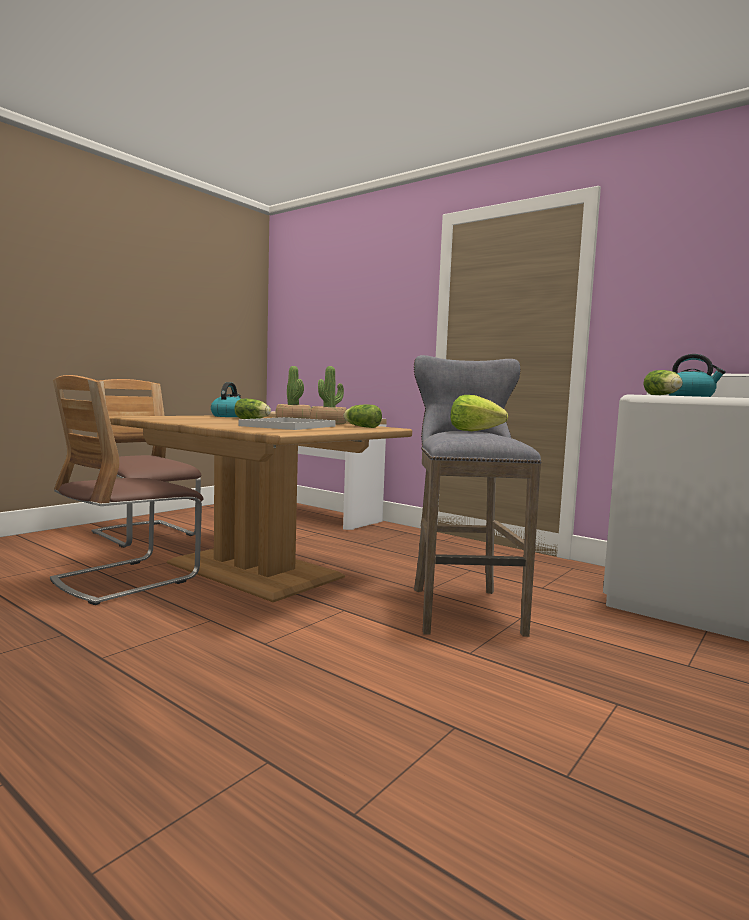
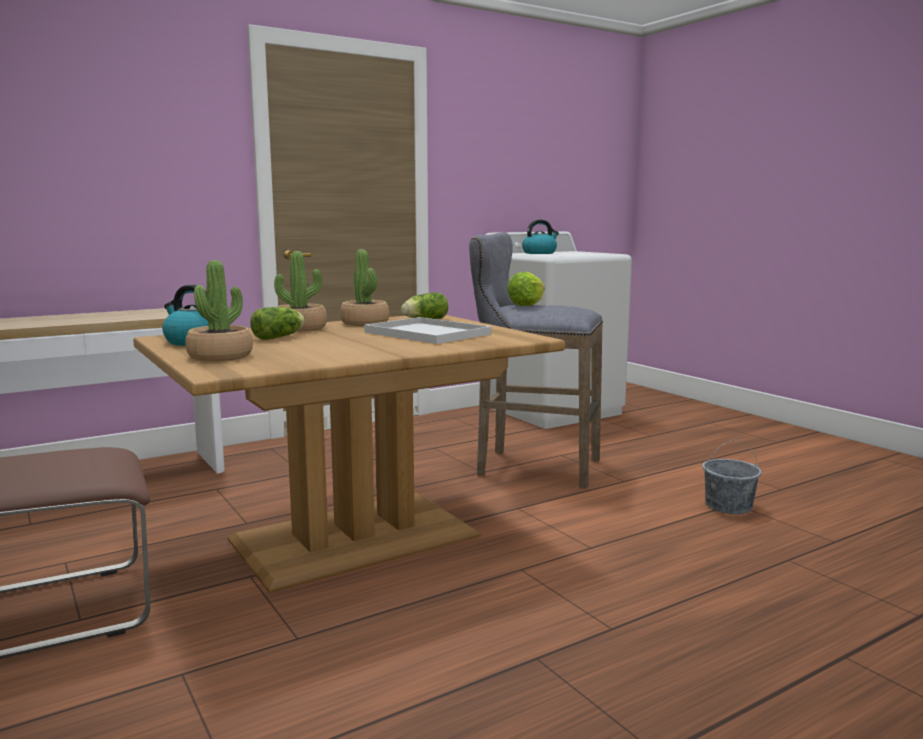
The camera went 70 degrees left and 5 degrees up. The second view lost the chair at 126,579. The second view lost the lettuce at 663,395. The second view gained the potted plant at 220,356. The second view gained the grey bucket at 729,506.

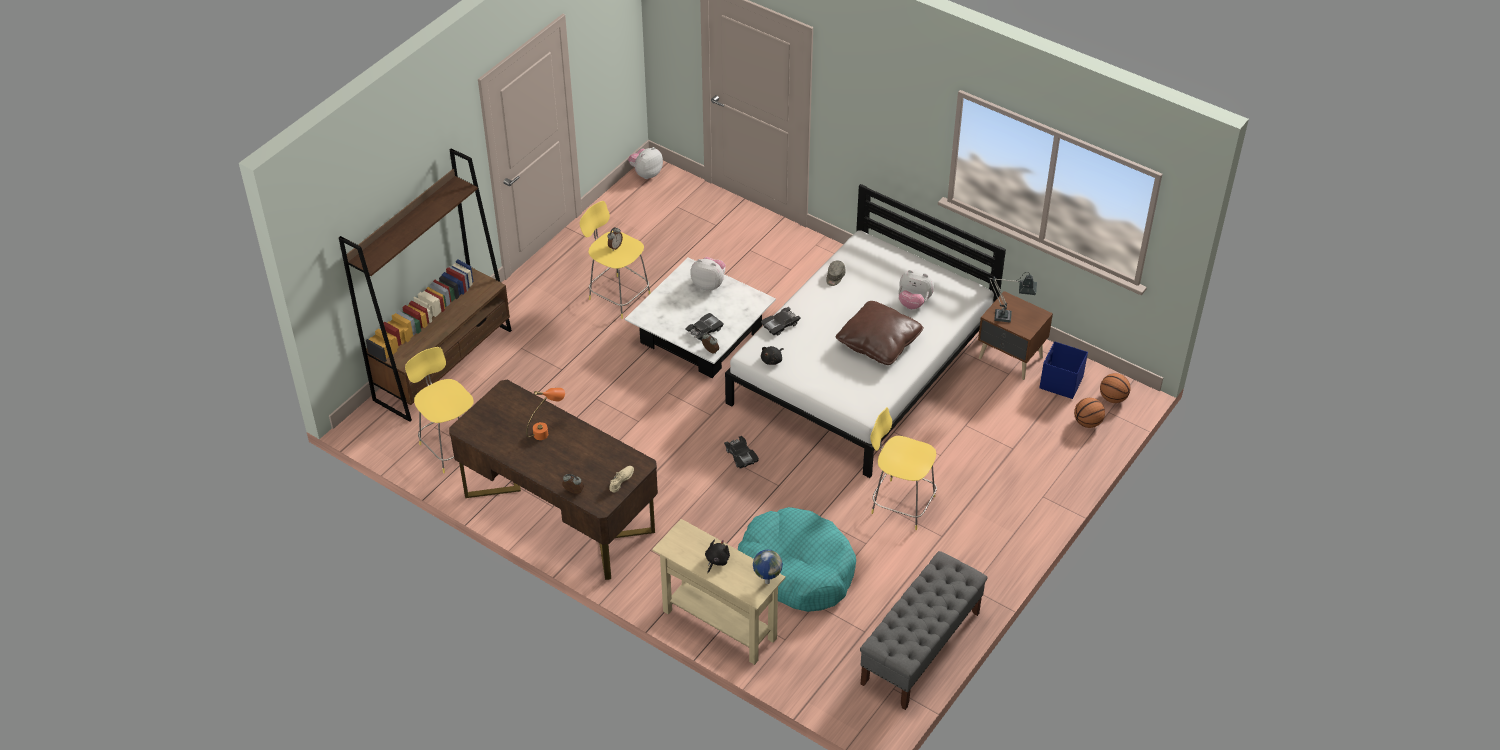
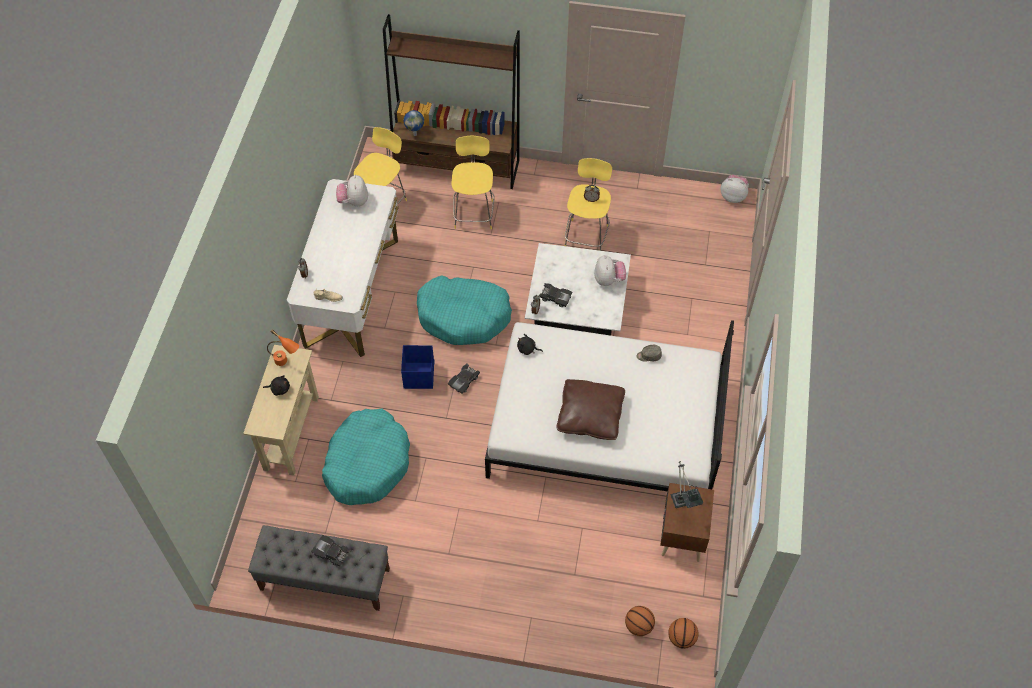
The camera went 65 degrees right and 10 degrees up. The second view gained the turquoise dog bed at 464,316. The orange table lamp ended up elsewhere, having gone from 547,431 to 286,362. The globe ended up elsewhere, having gone from 767,581 to 415,134. The black toy car ended up elsewhere, having gone from 780,325 to 331,553. The yellow stool ended up elsewhere, having gone from 900,503 to 474,213. The plush toy ended up elsewhere, having gone from 914,302 to 354,201. The blue storage box ended up elsewhere, having gone from 1060,382 to 419,375. What was the brown desk at 559,512 turned into the white desk at 352,292.

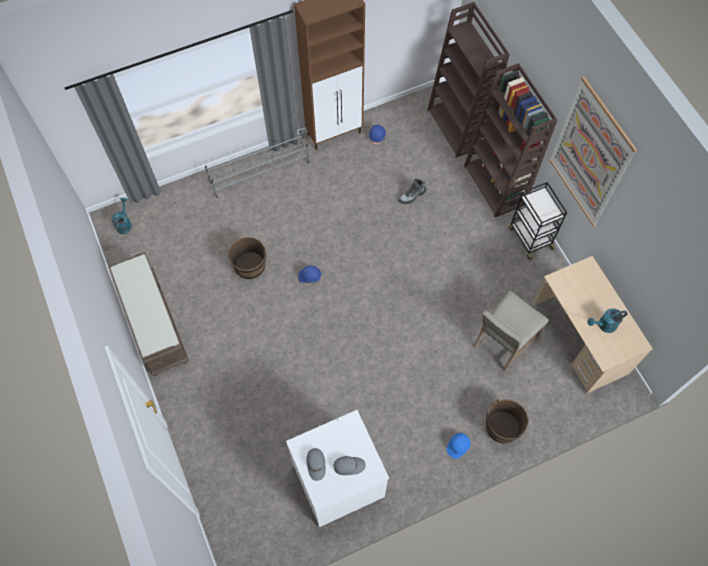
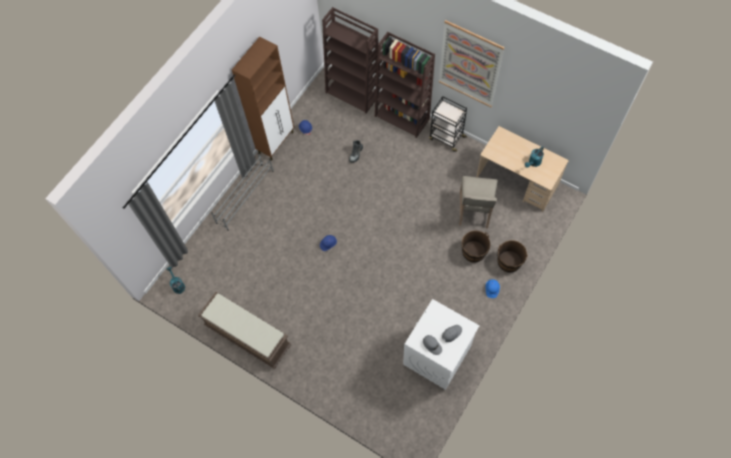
The camera went 30 degrees left and 0 degrees up. The brown bucket ended up elsewhere, having gone from 250,266 to 474,252.

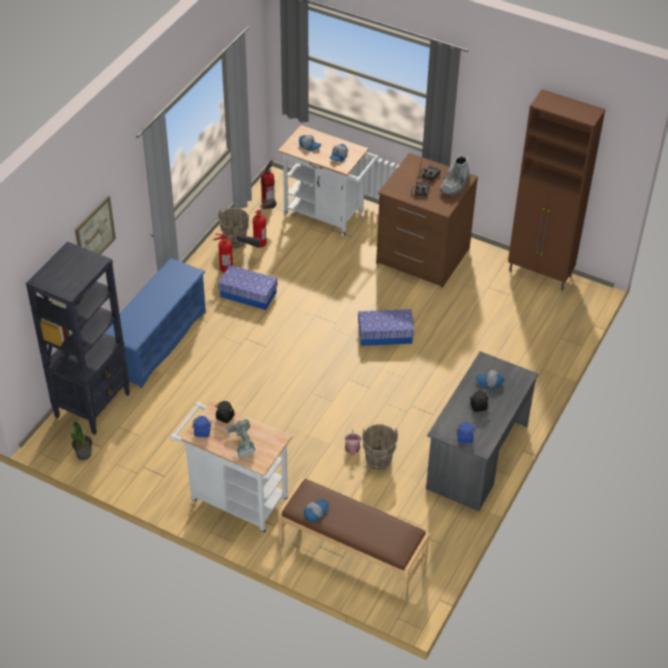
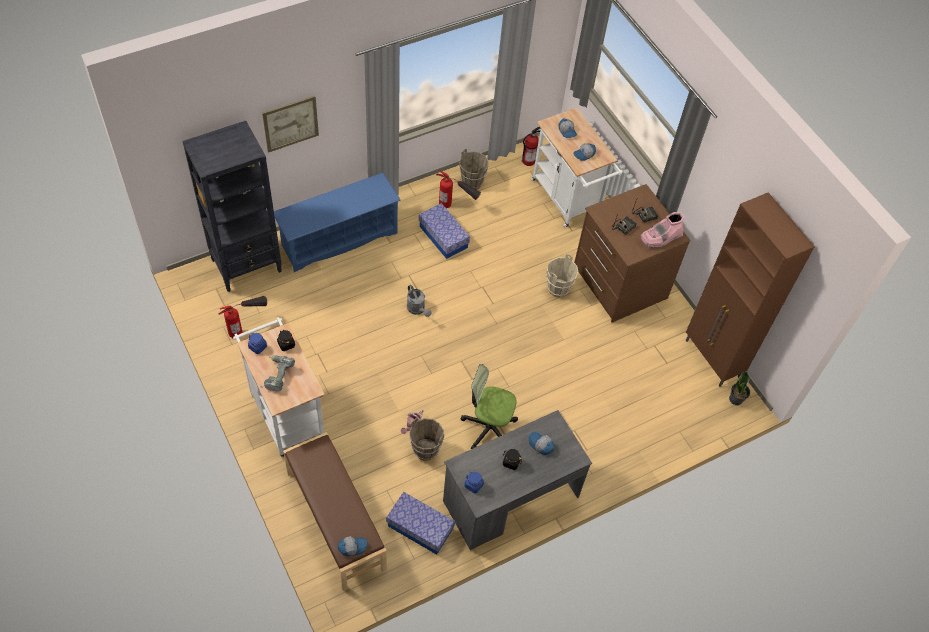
The camera went 30 degrees right and 10 degrees up. The second view gained the grey watering can at 417,309. The second view gained the office chair at 488,427. The second view gained the beige bucket at 558,288. The potted plant ended up elsewhere, having gone from 84,454 to 736,399. The fire extinguisher ended up elsewhere, having gone from 264,235 to 247,327. The cap ended up elsewhere, having gone from 315,512 to 352,547. The storage box ended up elsewhere, having gone from 385,334 to 420,527. What was the grey boot at 454,185 turned into the pink boot at 661,237.

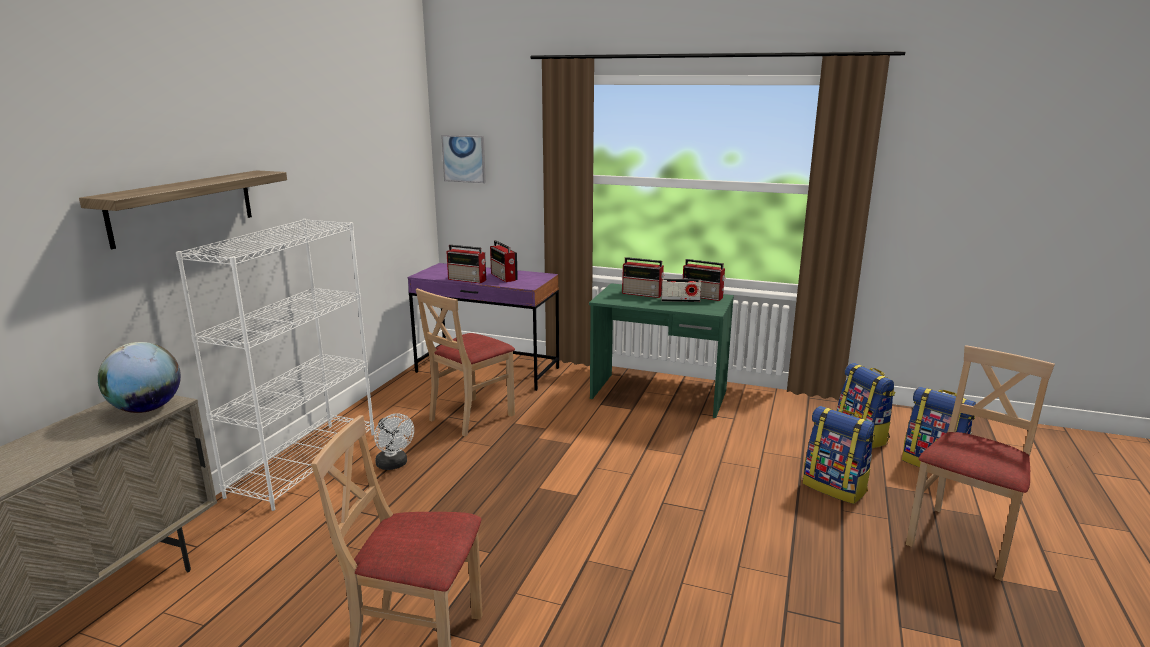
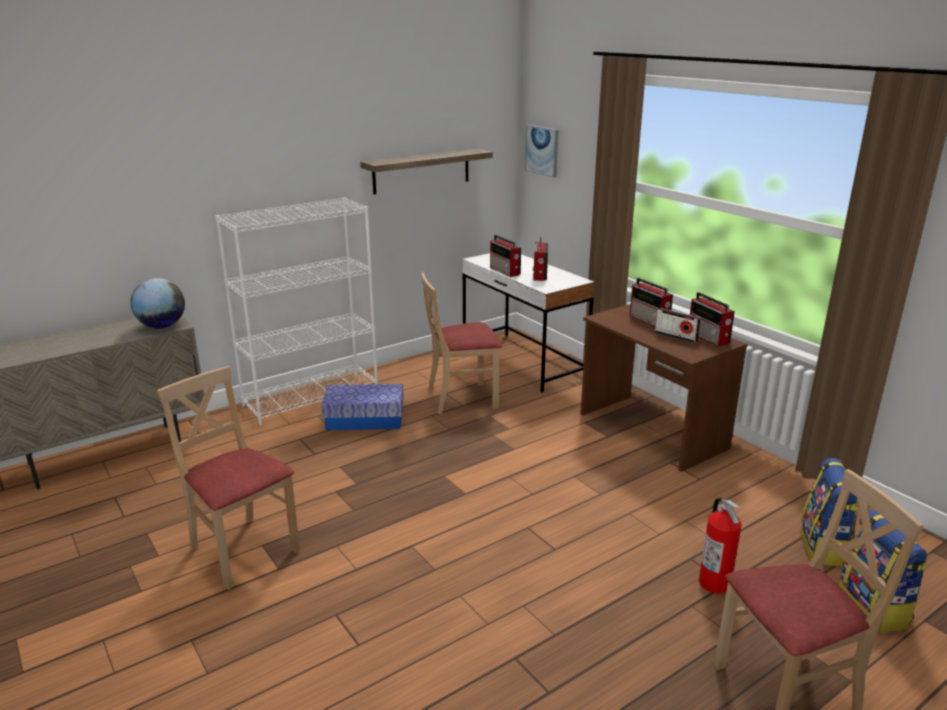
The camera went 35 degrees right and 5 degrees up. The shelf ended up elsewhere, having gone from 183,207 to 421,171. Where the white fan stood at 394,465, the storage box came to stand at 365,419. Where the backpack stood at 835,488, the fire extinguisher came to stand at 714,583. What was the purple desk at 487,370 turned into the white desk at 522,361. What was the green desk at 659,395 turned into the brown desk at 651,431.

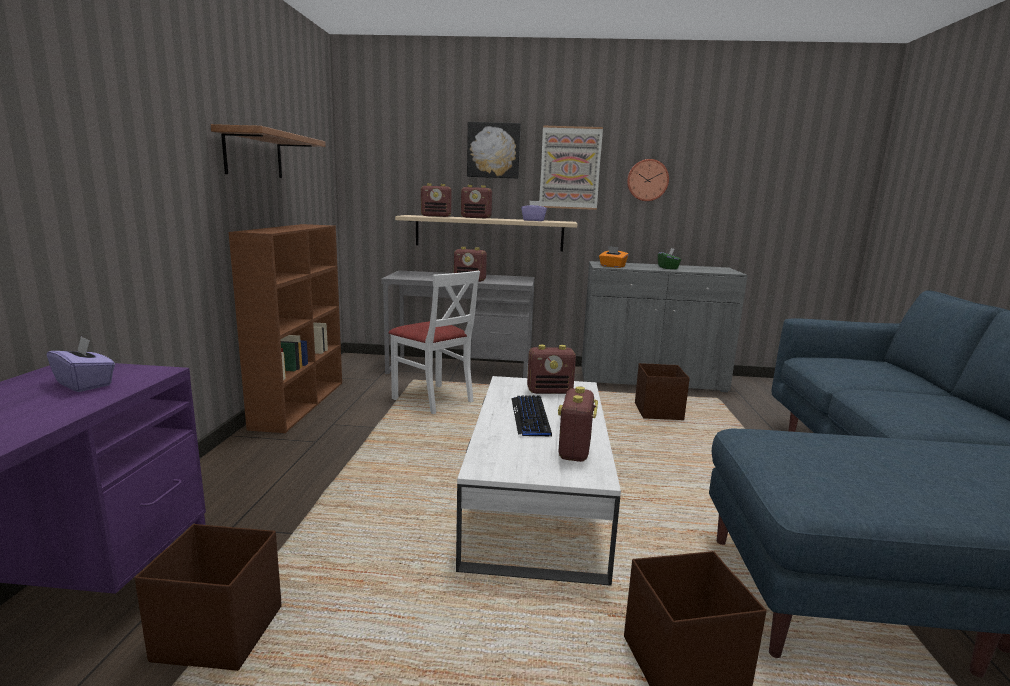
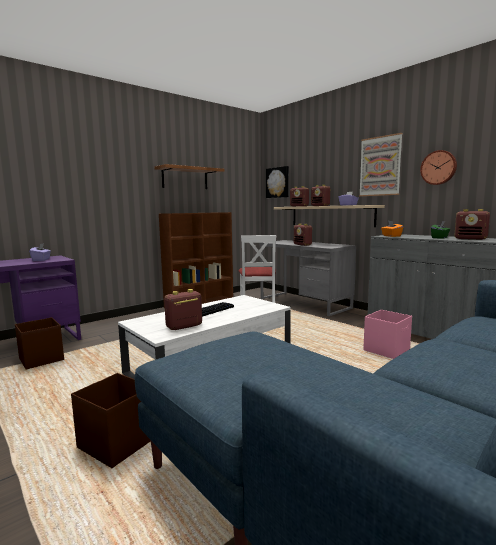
The camera went 45 degrees right and 5 degrees down. The picture ended up elsewhere, having gone from 493,150 to 278,182. The radio ended up elsewhere, having gone from 550,391 to 471,239. What was the brown storage box at 658,412 turned into the pink storage box at 387,350.

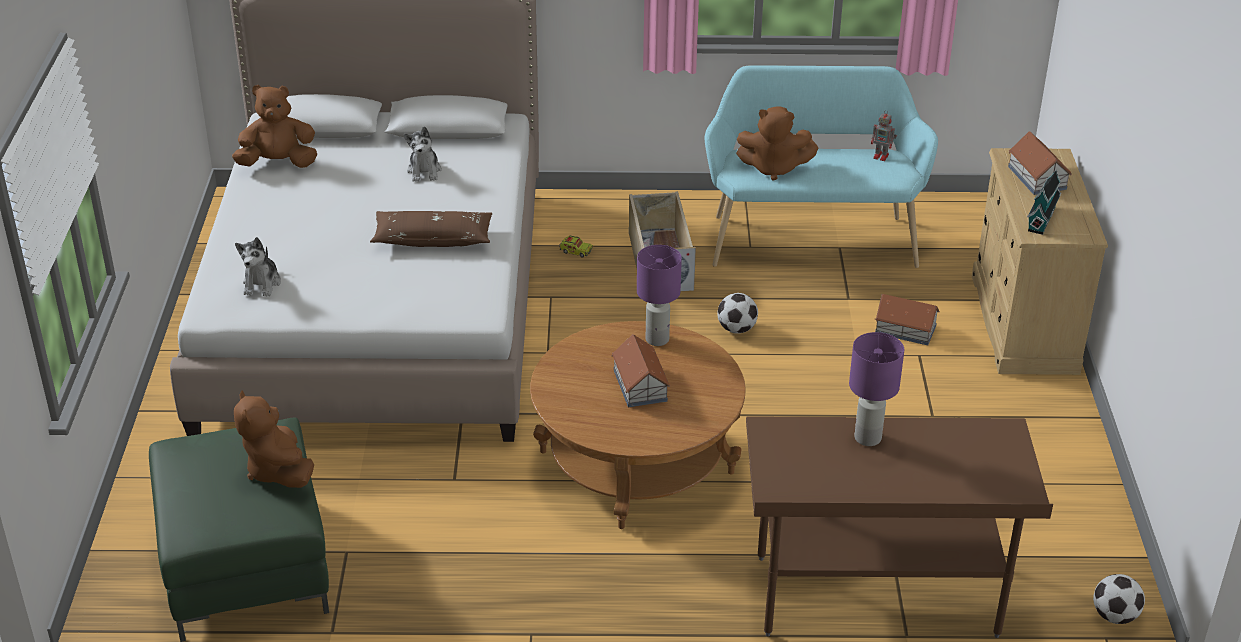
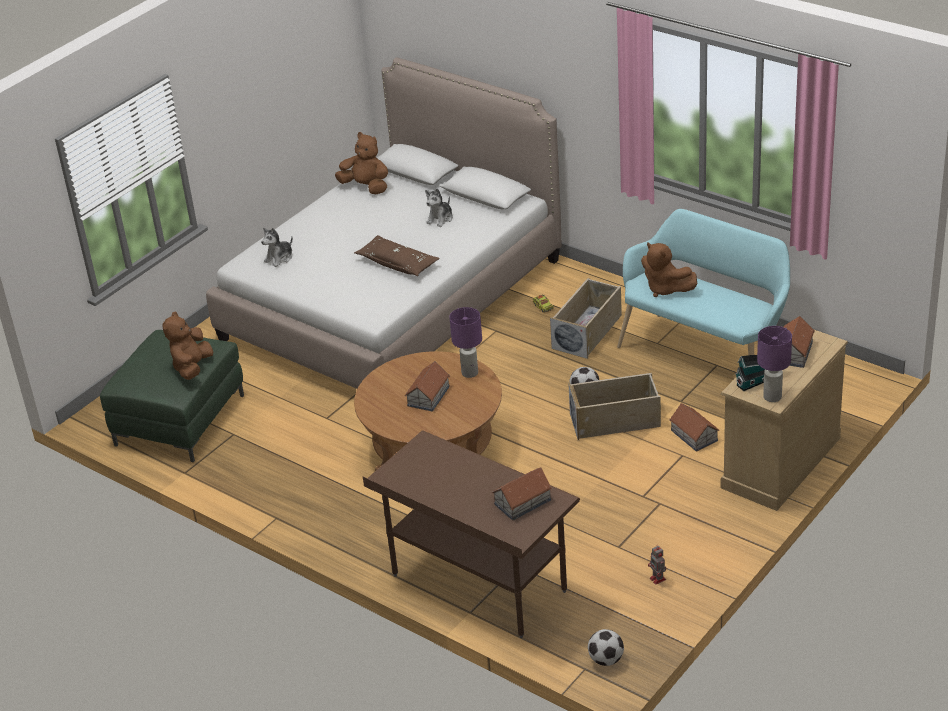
The camera went 40 degrees right and 0 degrees up. The second view gained the toy house at 523,502. The second view gained the beige storage box at 615,420. The purple table lamp ended up elsewhere, having gone from 867,438 to 772,397. The toy robot ended up elsewhere, having gone from 882,156 to 658,579.

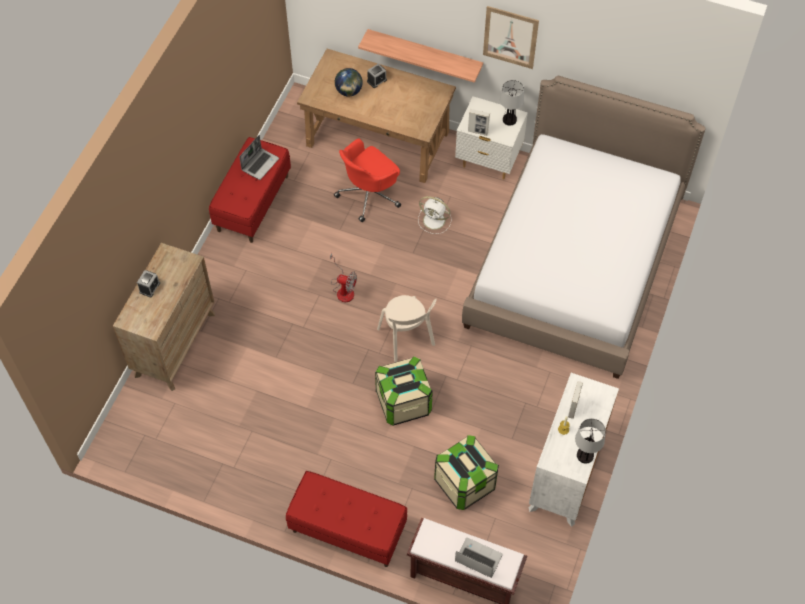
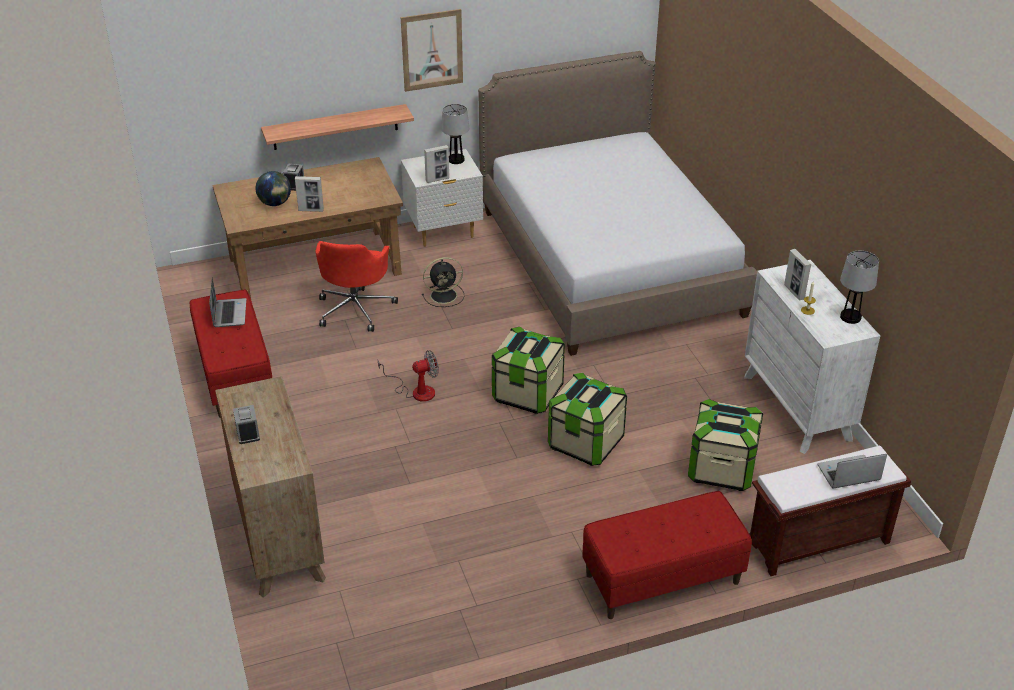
The camera went 40 degrees left and 20 degrees down. The second view gained the picture frame at 311,210. Where the beige chair stood at 407,339, the storage box came to stand at 527,393. What was the white fan at 435,220 turned into the black fan at 445,295.

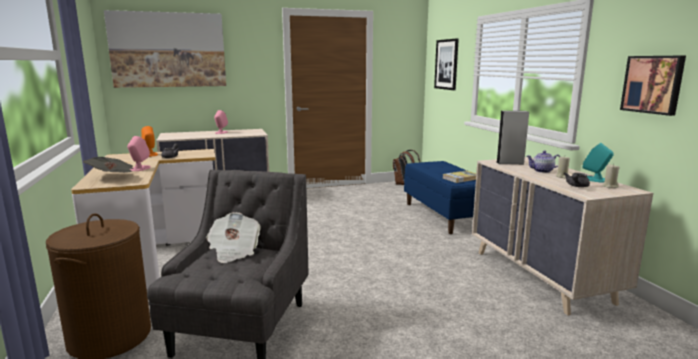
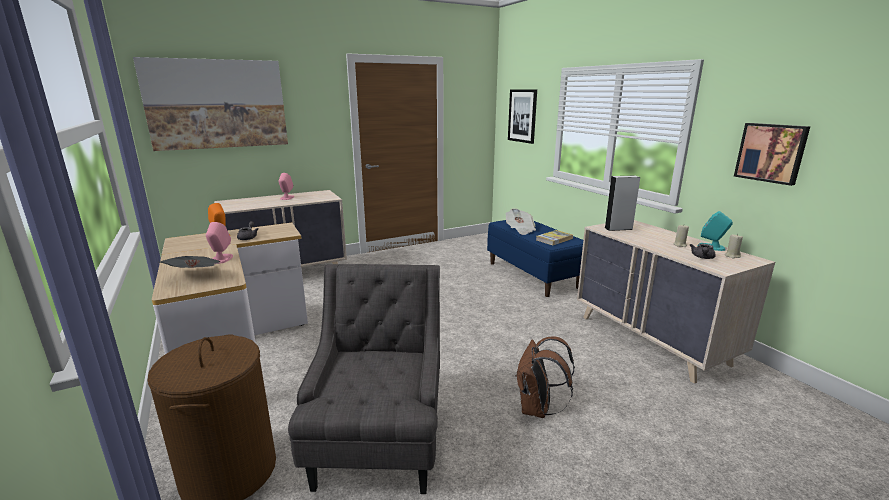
The camera went 10 degrees left and 5 degrees up. The second view lost the teapot at 542,171. The newspaper ended up elsewhere, having gone from 234,251 to 520,230. The brown backpack ended up elsewhere, having gone from 403,184 to 537,409.

